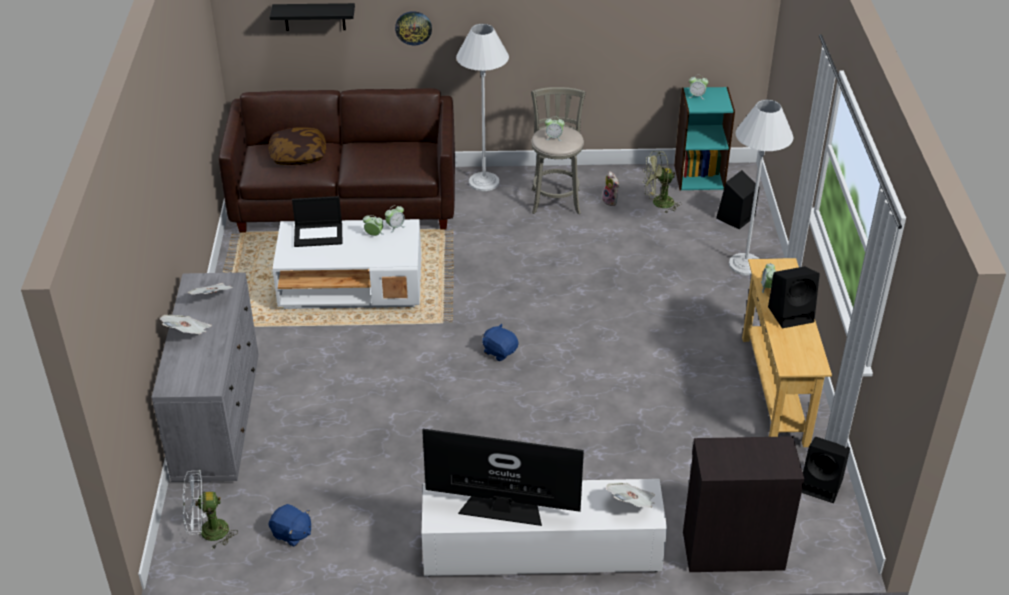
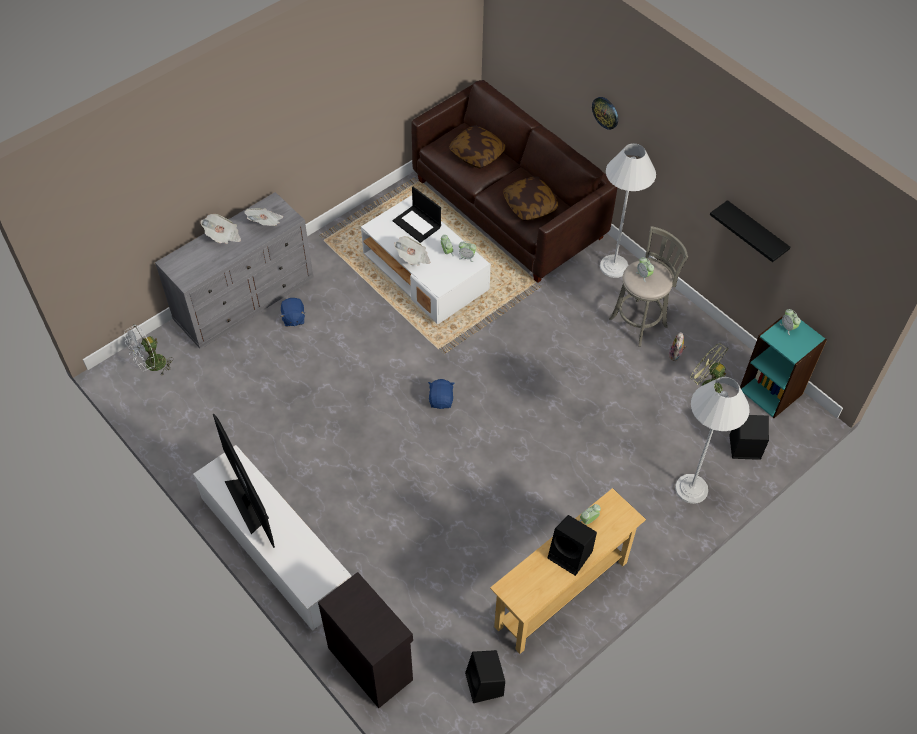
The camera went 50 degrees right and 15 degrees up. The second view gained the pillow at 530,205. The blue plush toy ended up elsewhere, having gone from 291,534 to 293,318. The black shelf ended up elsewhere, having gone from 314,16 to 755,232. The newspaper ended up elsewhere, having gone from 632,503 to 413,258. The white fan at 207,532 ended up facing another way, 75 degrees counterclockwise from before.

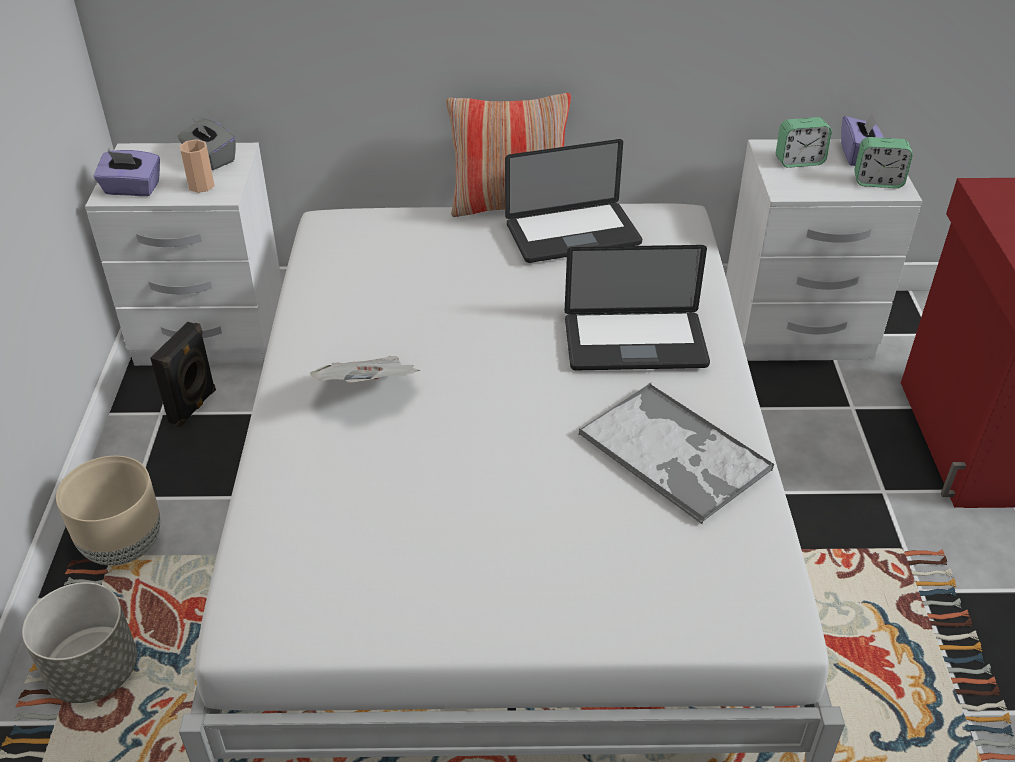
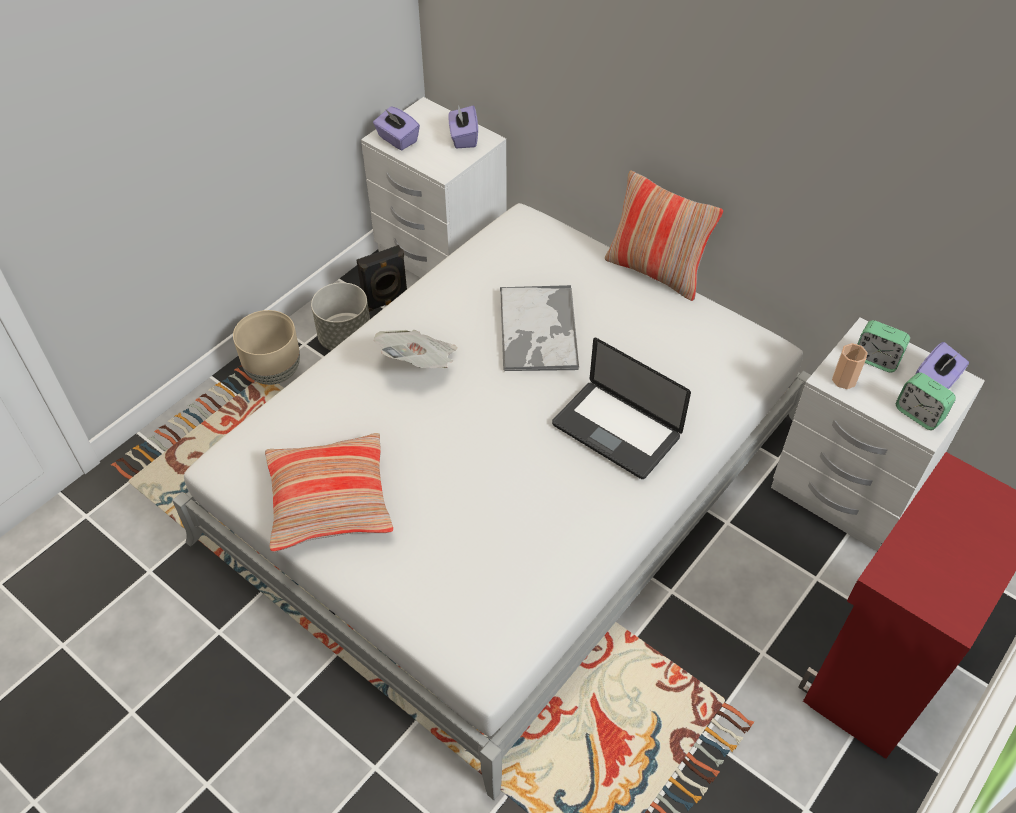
The camera went 40 degrees right and 10 degrees up. The second view lost the laptop at 573,234. The second view gained the pillow at 329,500. The grey planter ended up elsewhere, having gone from 93,671 to 345,337. The cup ended up elsewhere, having gone from 201,185 to 844,380. The tray ended up elsewhere, having gone from 675,453 to 538,330. What was the grey tissue box at 210,159 turned into the purple tissue box at 463,138.

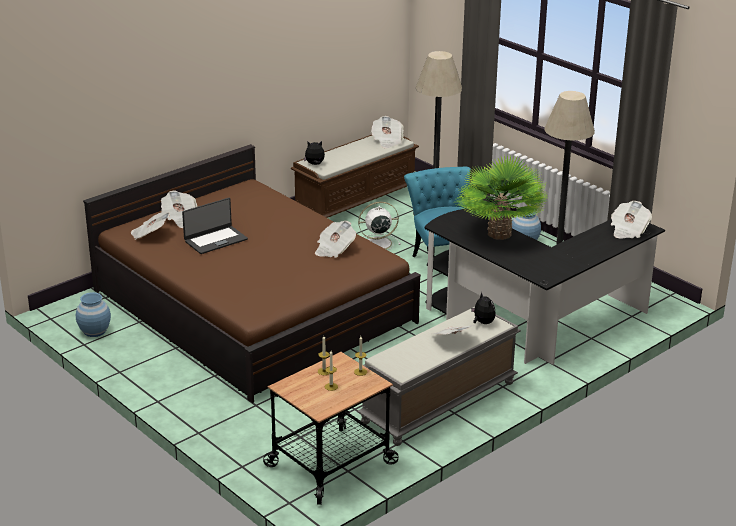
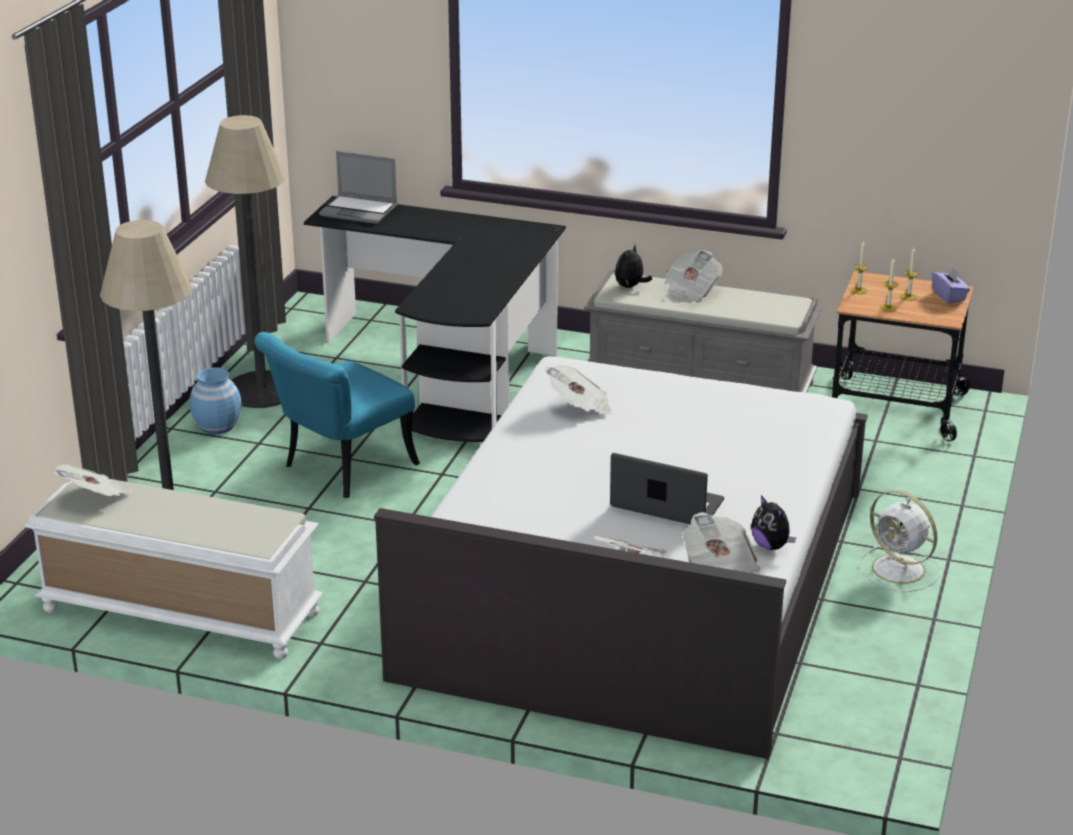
The camera went 120 degrees left and 0 degrees up. The second view lost the blue vase at 95,331. The second view lost the potted plant at 499,234. The second view gained the purple tissue box at 949,296. The plush toy ended up elsewhere, having gone from 314,164 to 771,546. The white fan ended up elsewhere, having gone from 376,244 to 900,570. Where the newspaper stood at 628,230, the laptop came to stand at 360,211. What was the brown bed at 252,305 turned into the white bed at 638,580. What was the brown bench at 355,201 turned into the white bench at 178,612.

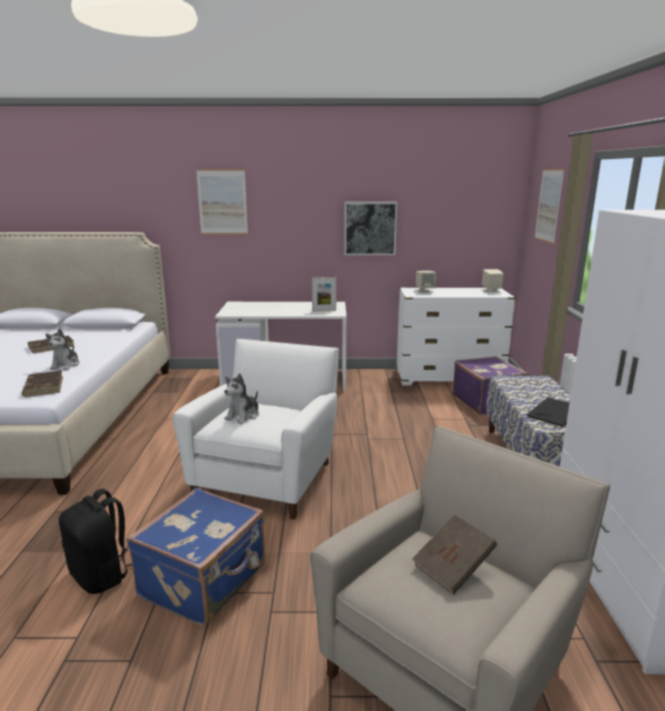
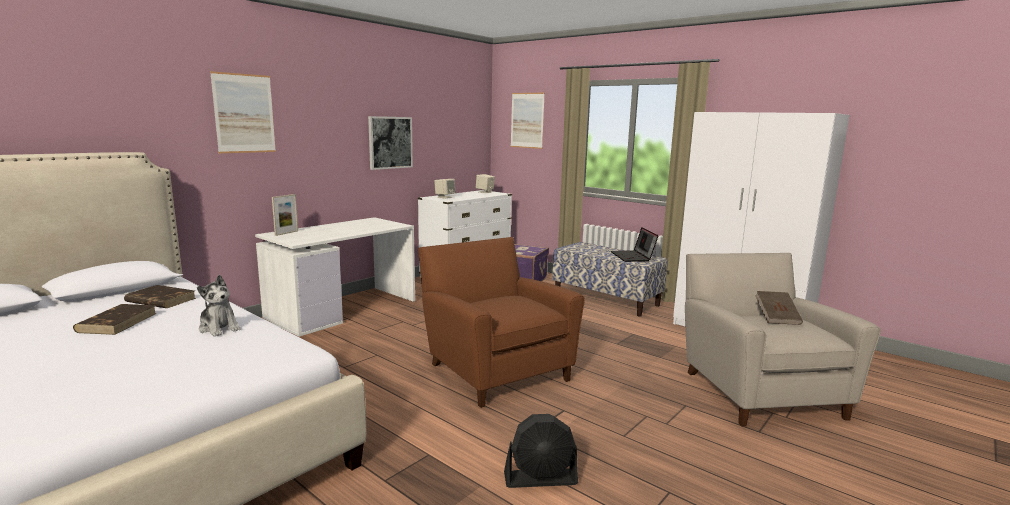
The camera went 50 degrees left and 5 degrees down. The second view lost the blue suitcase at 205,581. The second view lost the plush toy at 243,416. The brown book ended up elsewhere, having gone from 43,386 to 160,300. The picture frame ended up elsewhere, having gone from 324,311 to 286,233. Where the black backpack stood at 101,575, the black fan came to stand at 540,479. What was the white armchair at 267,476 turned into the brown armchair at 494,369.

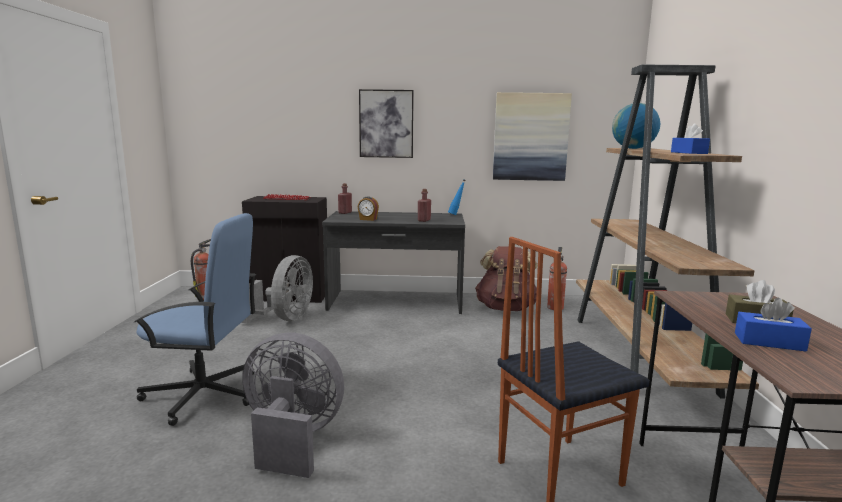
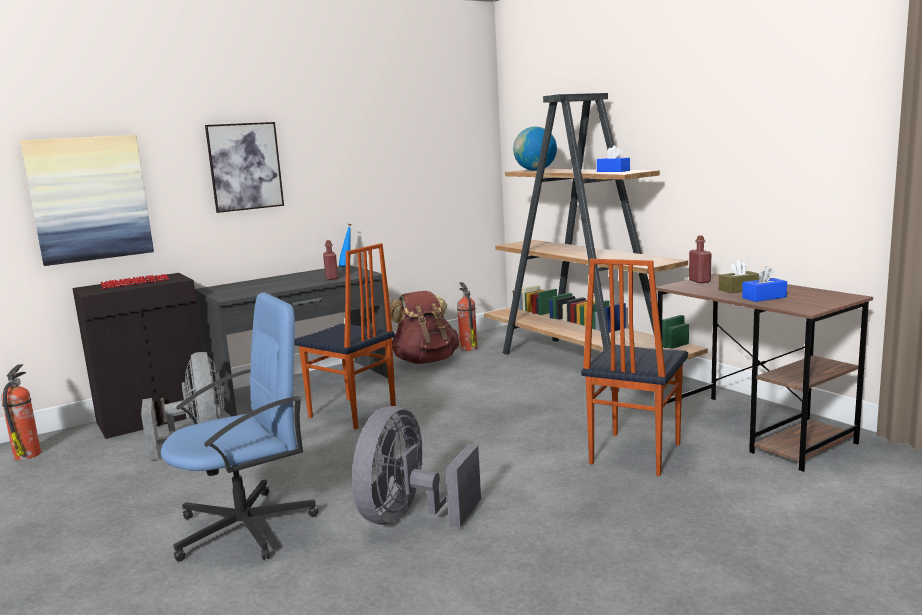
The camera went 35 degrees left and 0 degrees up. The second view lost the alarm clock at 368,219. The second view gained the chair at 352,414. The red bottle ended up elsewhere, having gone from 345,212 to 699,281. The picture ended up elsewhere, having gone from 530,137 to 89,199. The grey fan at 292,439 ended up facing another way, 45 degrees counterclockwise from before.

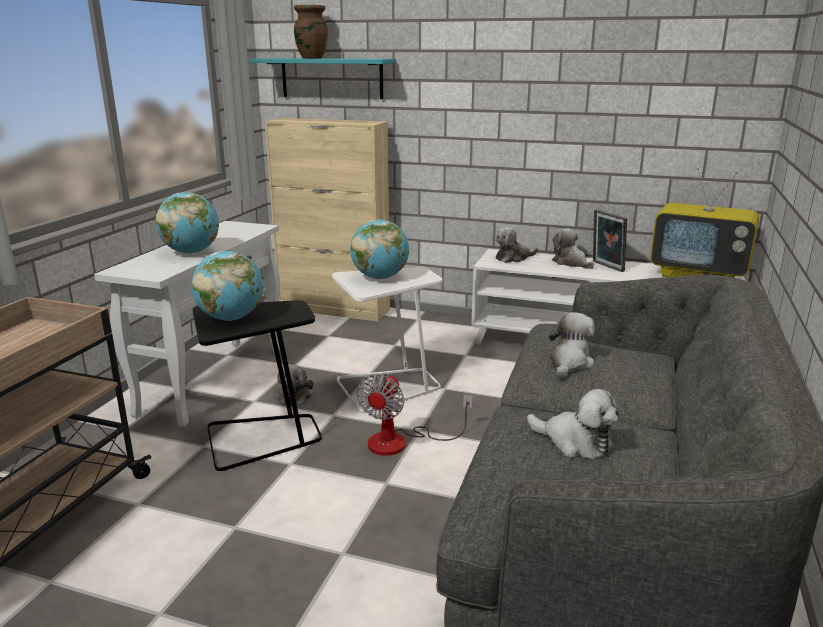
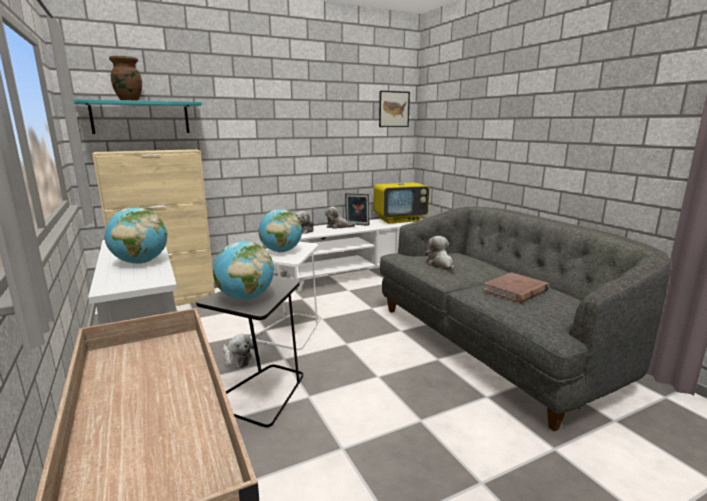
The camera went 45 degrees left and 5 degrees down. The second view lost the fan at 401,442. The second view gained the picture at 394,109. Where the plush toy stood at 574,442, the brown book came to stand at 516,290.

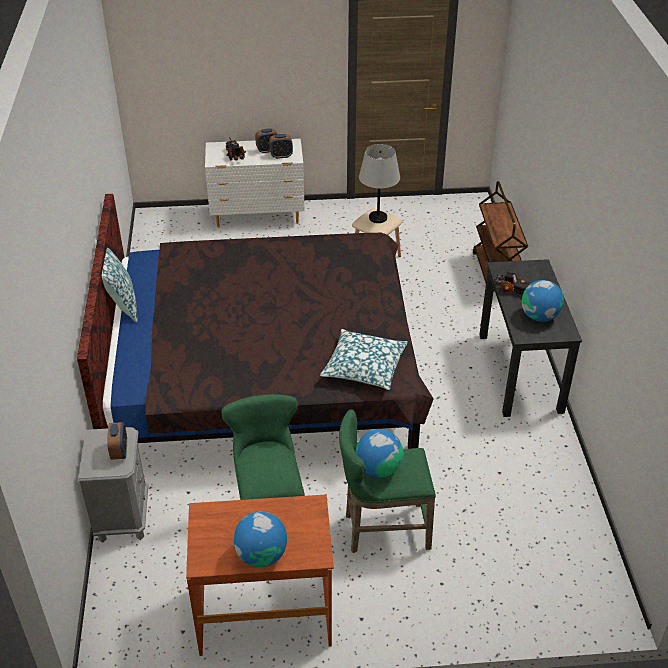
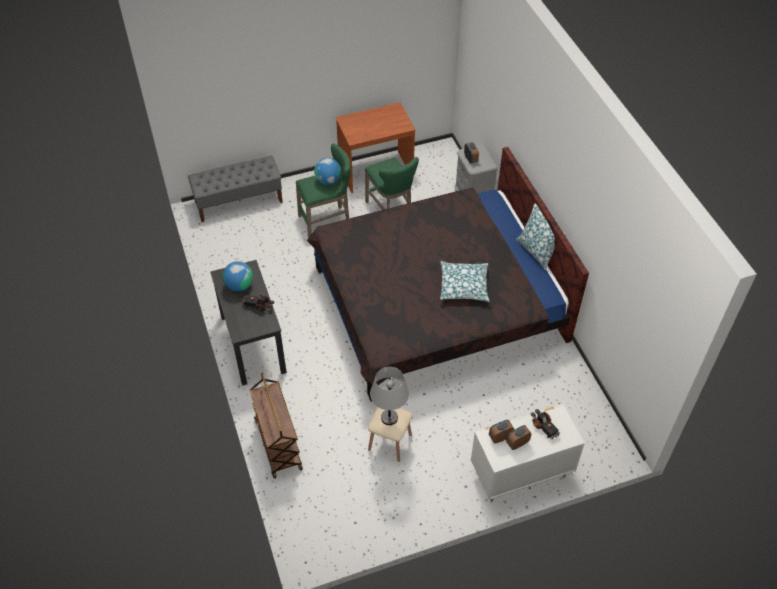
The camera went 165 degrees right and 10 degrees up. The second view lost the globe at 261,555. The second view gained the grey bench at 239,202. The pillow ended up elsewhere, having gone from 364,367 to 463,286.

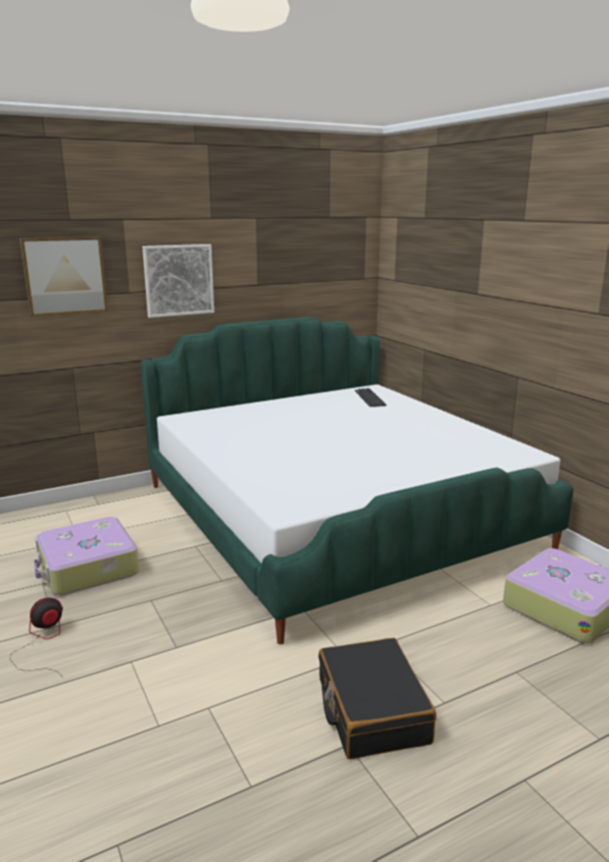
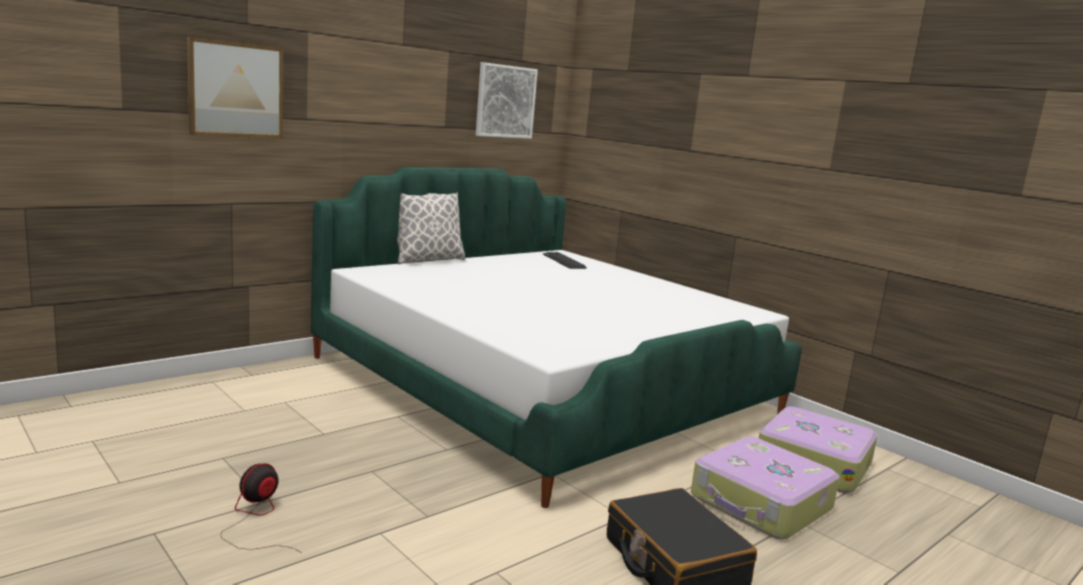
The camera went 15 degrees left and 5 degrees down. The second view gained the pillow at 427,260. The suitcase ended up elsewhere, having gone from 87,568 to 761,503. The picture ended up elsewhere, having gone from 178,280 to 505,101.

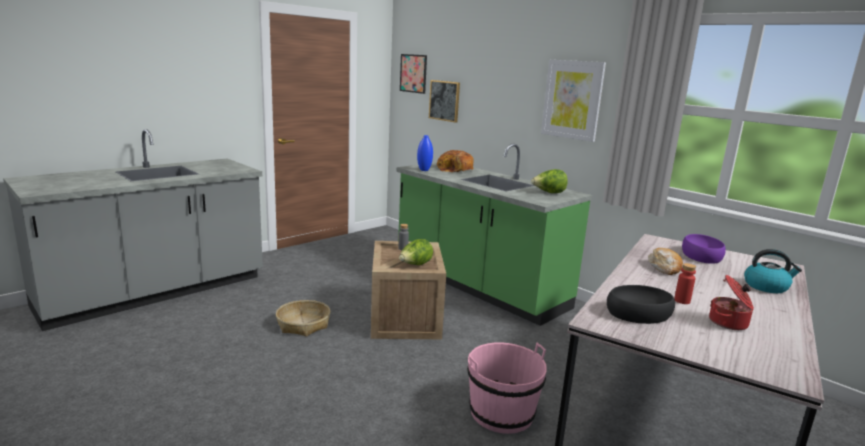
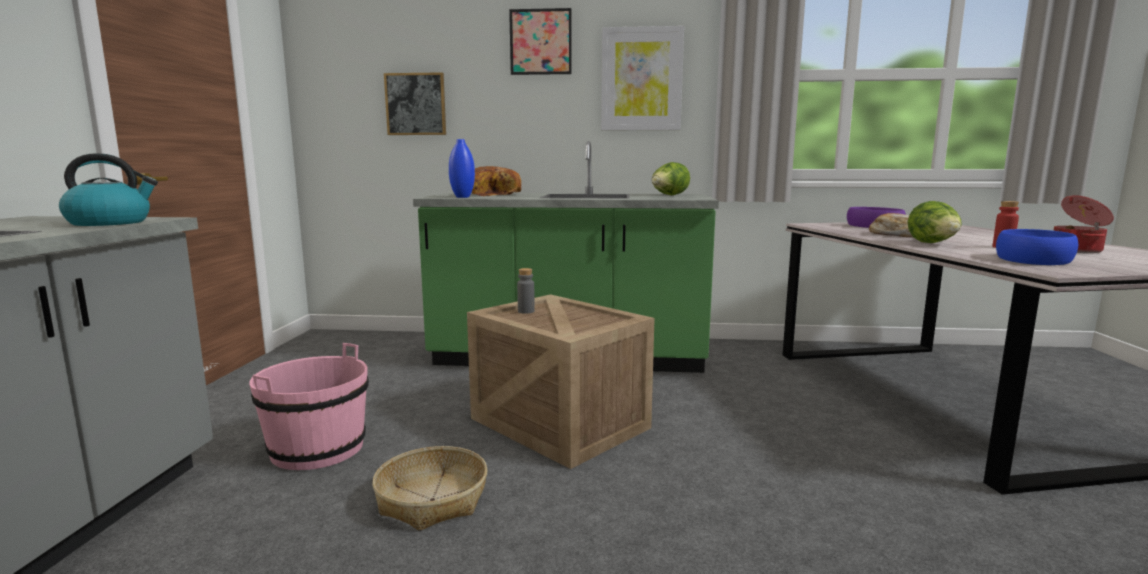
The camera went 40 degrees left and 5 degrees down. The lettuce ended up elsewhere, having gone from 415,265 to 933,244. The picture ended up elsewhere, having gone from 413,73 to 540,42. The pink bucket ended up elsewhere, having gone from 501,413 to 318,449. The kettle ended up elsewhere, having gone from 766,286 to 111,223. What was the black bowl at 638,312 turned into the blue bowl at 1032,259.

